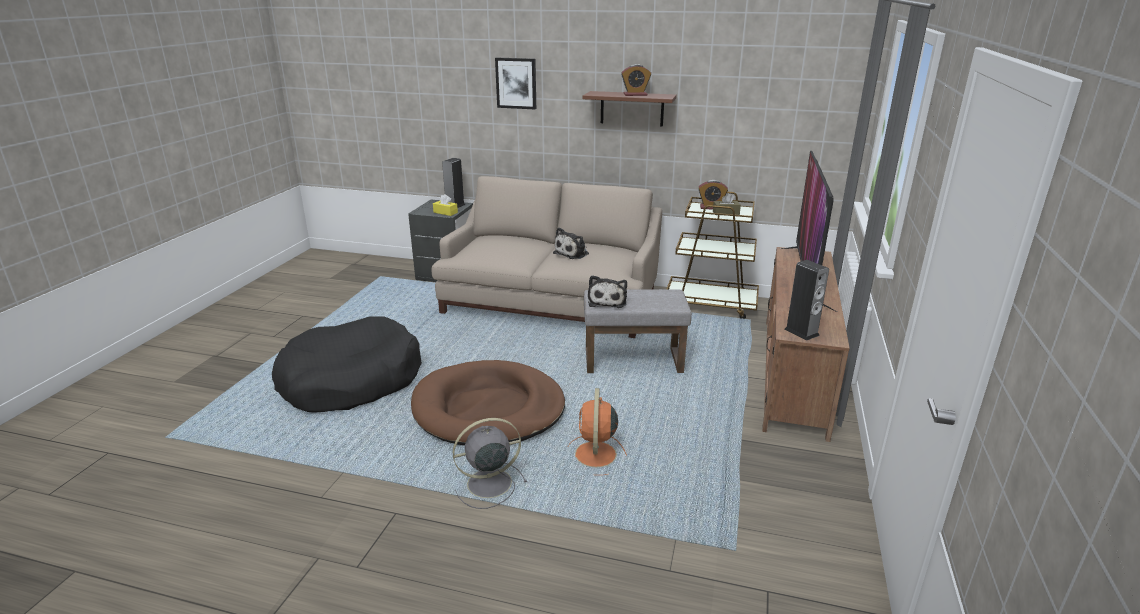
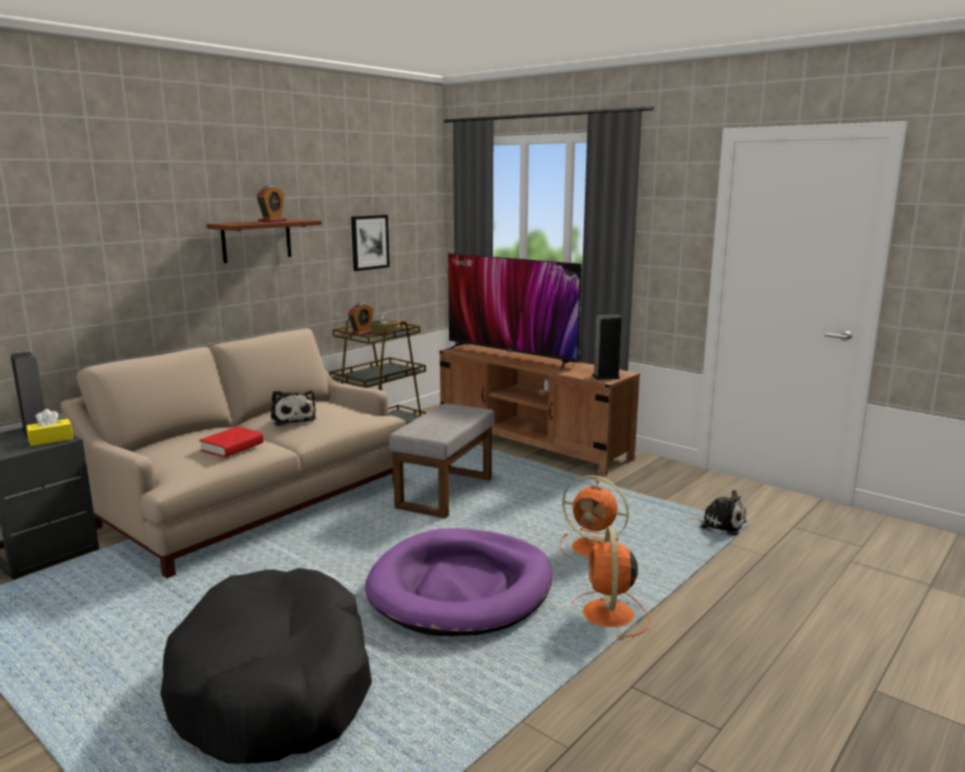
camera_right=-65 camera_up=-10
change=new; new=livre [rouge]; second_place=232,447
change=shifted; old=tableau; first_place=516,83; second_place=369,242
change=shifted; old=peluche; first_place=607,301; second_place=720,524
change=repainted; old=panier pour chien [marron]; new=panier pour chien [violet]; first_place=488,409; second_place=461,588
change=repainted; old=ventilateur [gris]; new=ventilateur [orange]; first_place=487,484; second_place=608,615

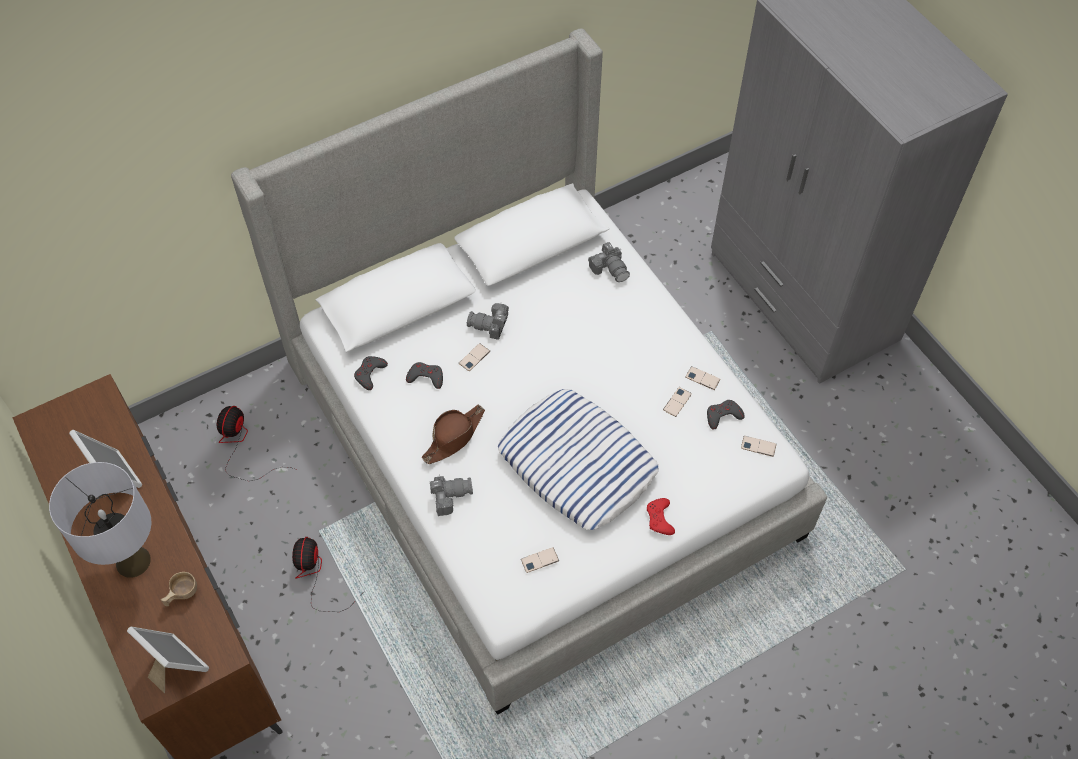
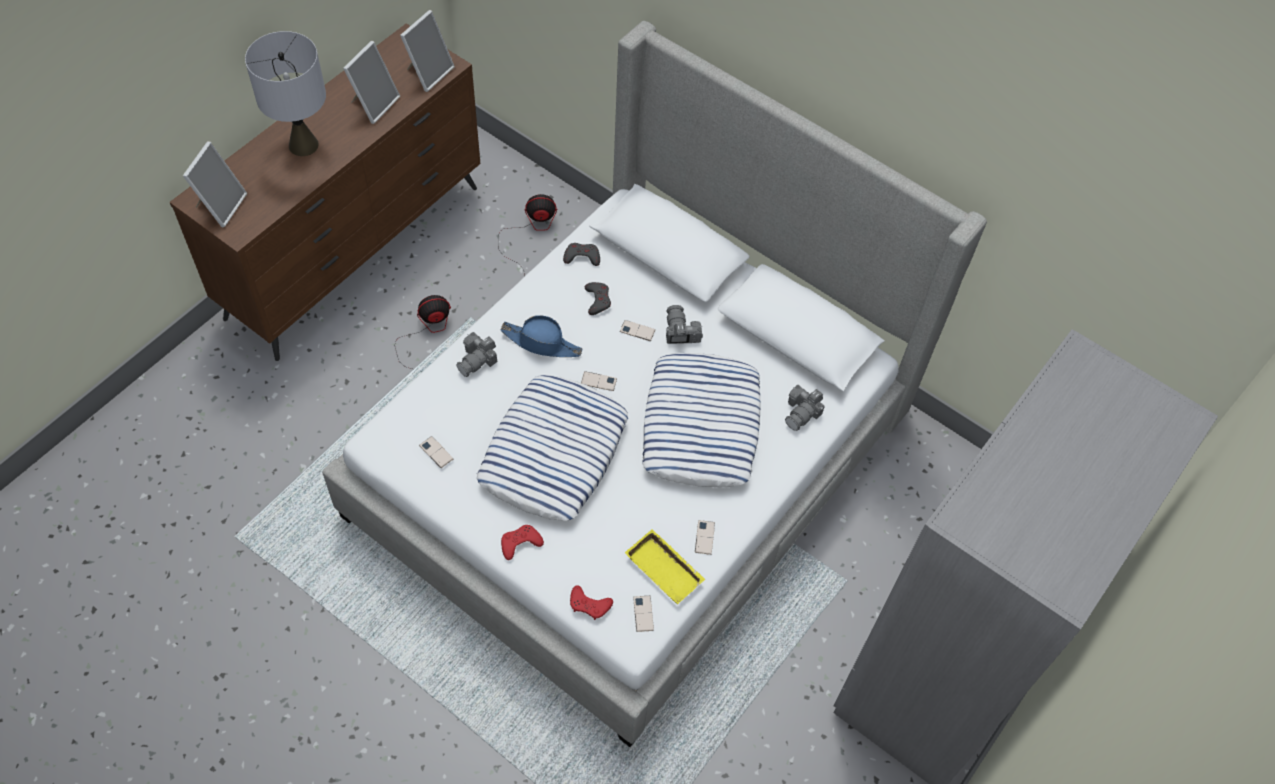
camera_right=65 camera_up=0
change=gone; old=tasse [beige]; first_place=181,595
change=new; new=cadre photo; second_place=428,72
change=new; new=manette [rouge]; second_place=589,605
change=new; new=coussin; second_place=701,426
change=shifted; old=téléphone; first_place=677,402; second_place=598,381
change=swapped; old=manette [gris]; new=plateau [jaune]; first_place=723,416; second_place=666,569
change=repainted; old=chapeau [marron]; new=chapeau [bleu]; first_place=454,436; second_place=542,343
change=rotated; old=appareil photo; first_place=449,496; second_place=477,360; degrees=75

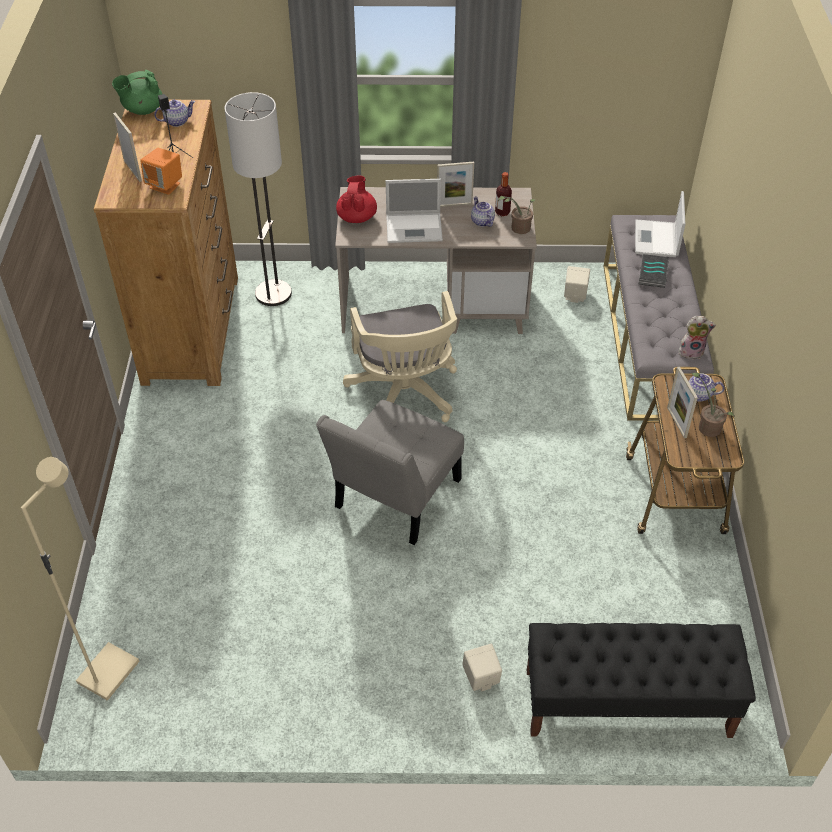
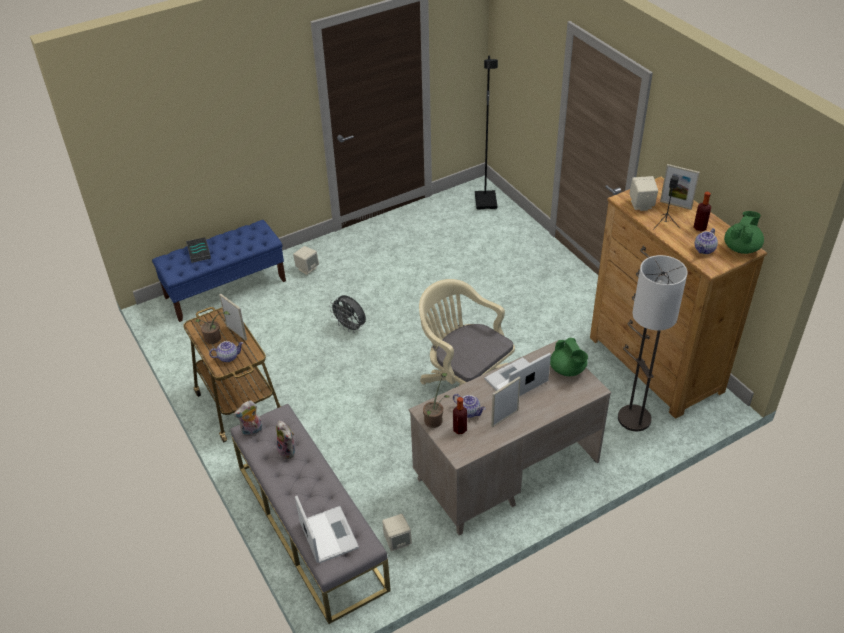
camera_right=150 camera_up=-5
change=gone; old=chaise [gris]; first_place=394,498
change=new; new=peluche; second_place=288,451
change=new; new=ventilateur [gris]; second_place=350,327
change=new; new=bouteille; second_place=699,227
change=shifted; old=livre; first_place=653,274; second_place=198,252
change=repainted; old=lampadaire [beige]; new=lampadaire [noir]; first_place=108,671; second_place=486,201
change=repainted; old=enceinte [orange]; new=enceinte [beige]; first_place=165,185; second_place=641,205
change=repainted; old=théière [rouge]; new=théière [vert]; first_place=357,217; second_place=568,370
change=repainted; old=banc [noir]; new=banc [bleu]; first_place=626,703; second_place=226,289

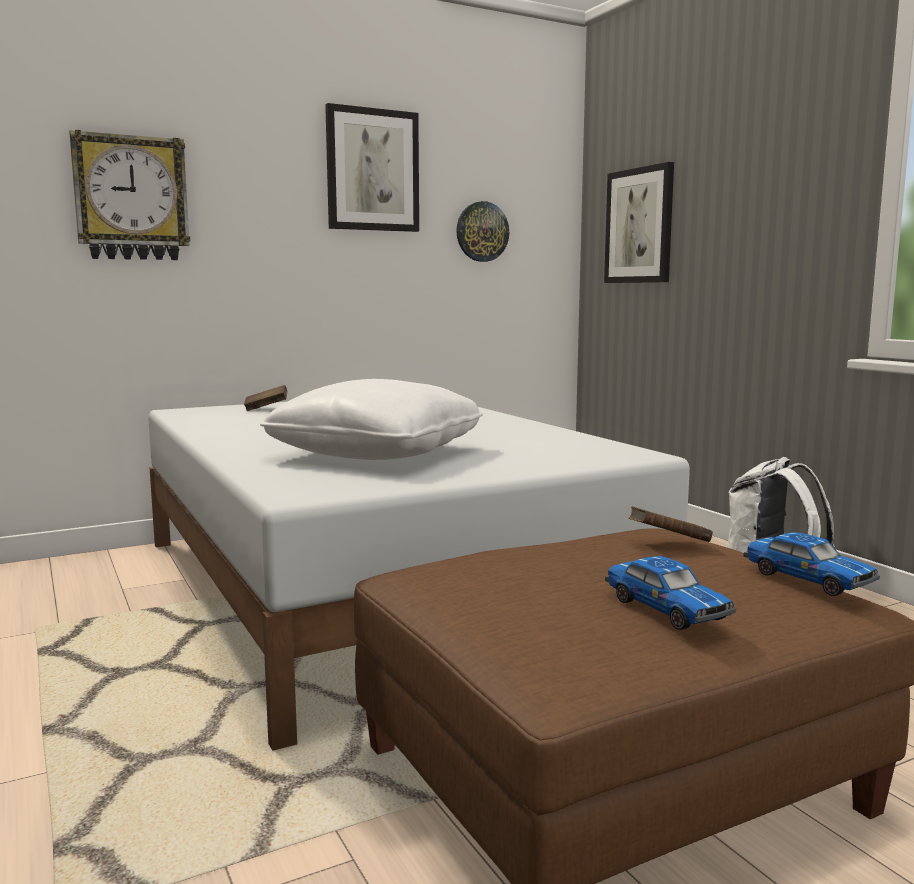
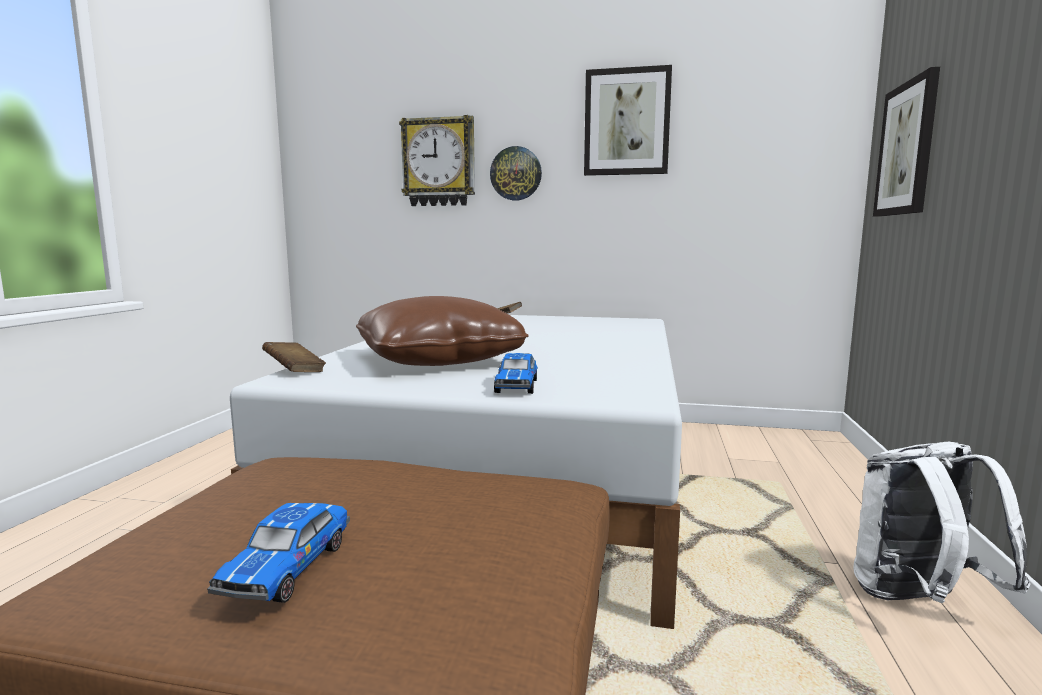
camera_right=40 camera_up=0
change=shifted; old=horloge murale; first_place=482,231; second_place=516,173
change=shifted; old=livre [marron]; first_place=668,543; second_place=295,371
change=shifted; old=petite voiture; first_place=807,579; second_place=517,385
change=repainted; old=coussin [blanc]; new=coussin [marron]; first_place=377,454; second_place=438,360

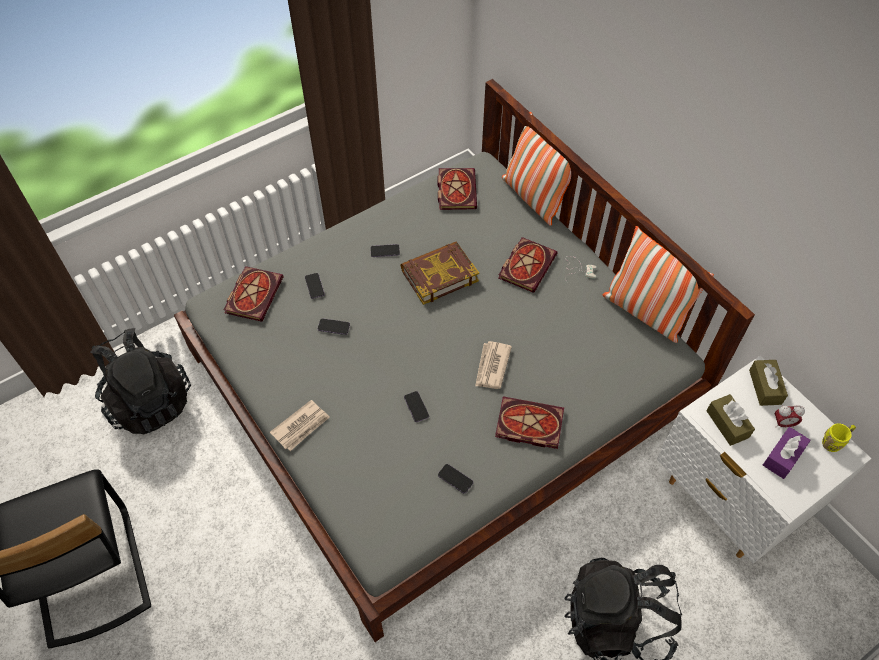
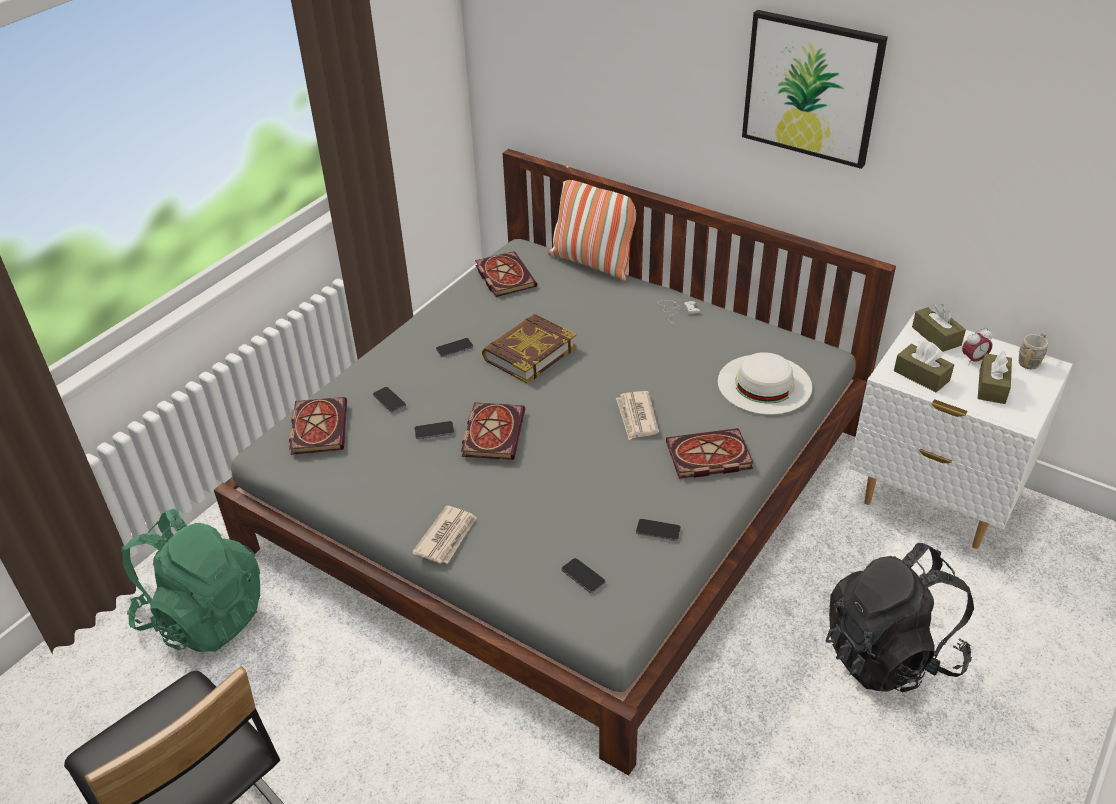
camera_right=-20 camera_up=-15
change=gone; old=coussin; first_place=644,312
change=new; new=chapeau [blanc]; second_place=764,384
change=new; new=tableau; second_place=811,88
change=shifted; old=téléphone; first_place=416,407; second_place=583,576
change=shifted; old=livre; first_place=526,265; second_place=492,432
change=repainted; old=sac à dos [noir]; new=sac à dos [vert]; first_place=149,401; second_place=204,616
change=repainted; old=boîte à mouchoirs [violet]; new=boîte à mouchoirs [marron]; first_place=783,457; second_place=992,386
change=repainted; old=mug [jaune]; new=mug [gris]; first_place=834,442; second_place=1030,361

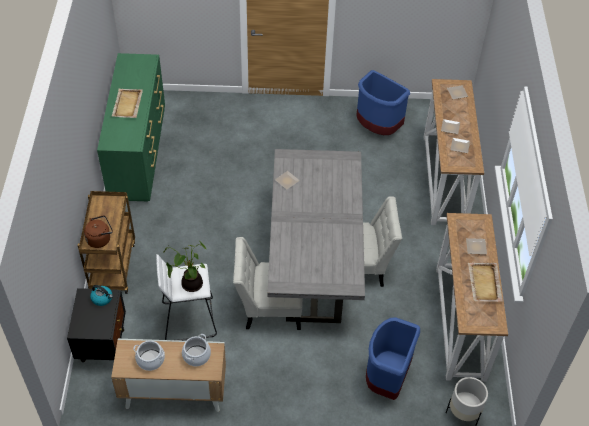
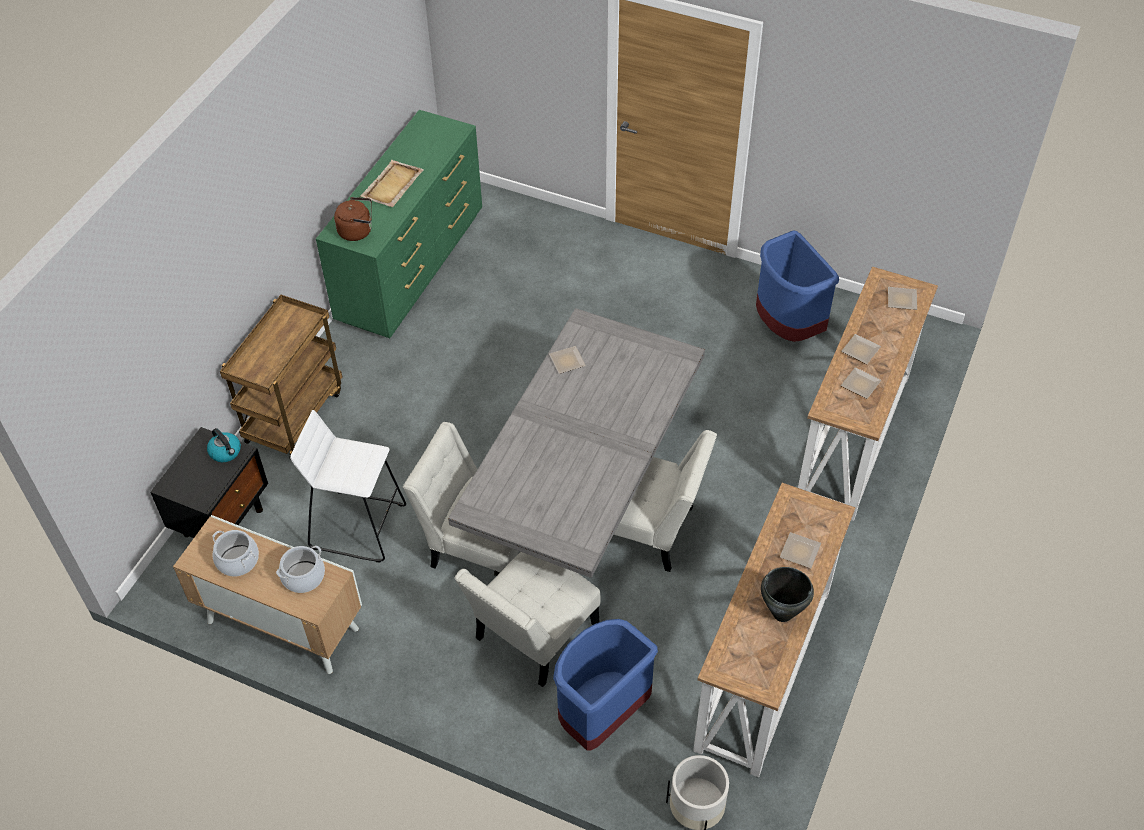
camera_right=25 camera_up=0
change=gone; old=plante en pot; first_place=190,284
change=new; new=chaise [blanc]; second_place=532,636
change=shifted; old=bouilloire [marron]; first_place=100,239; second_place=357,231
change=swapped; old=plateau [beige]; new=marmite [noir]; first_place=484,283; second_place=782,614

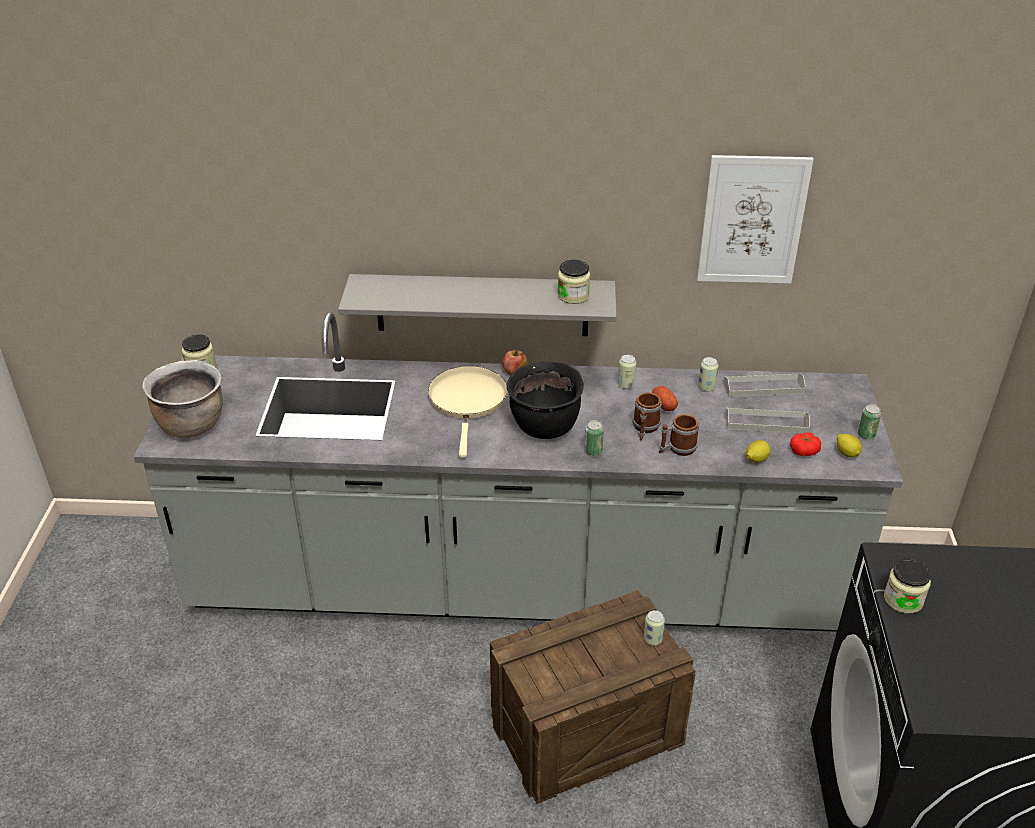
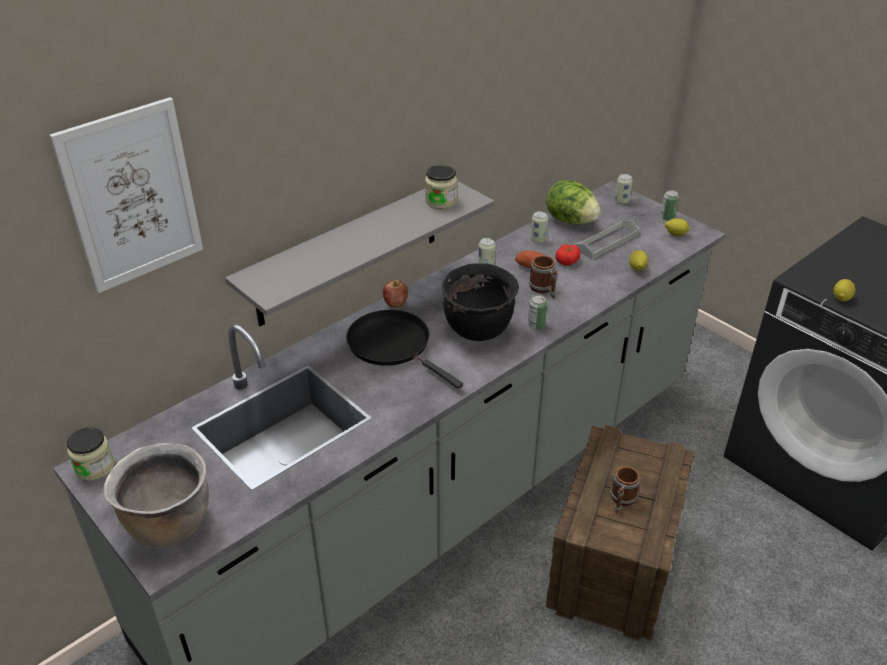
camera_right=-45 camera_up=0
change=shifted; old=boîte métallique; first_place=652,639; second_place=621,201
change=shifted; old=mug; first_place=677,449; second_place=621,500
change=shifted; old=tableau; first_place=752,220; second_place=132,196
change=shifted; old=tomate; first_place=804,451; second_place=567,260
change=swapped; old=plateau [gris]; new=laitue; first_place=763,388; second_place=570,221
change=swapped; old=bocal; new=citron; first_place=903,599; second_place=841,298
change=repainted; old=poêle [beige]; new=poêle [noir]; first_place=468,401; second_place=393,345

